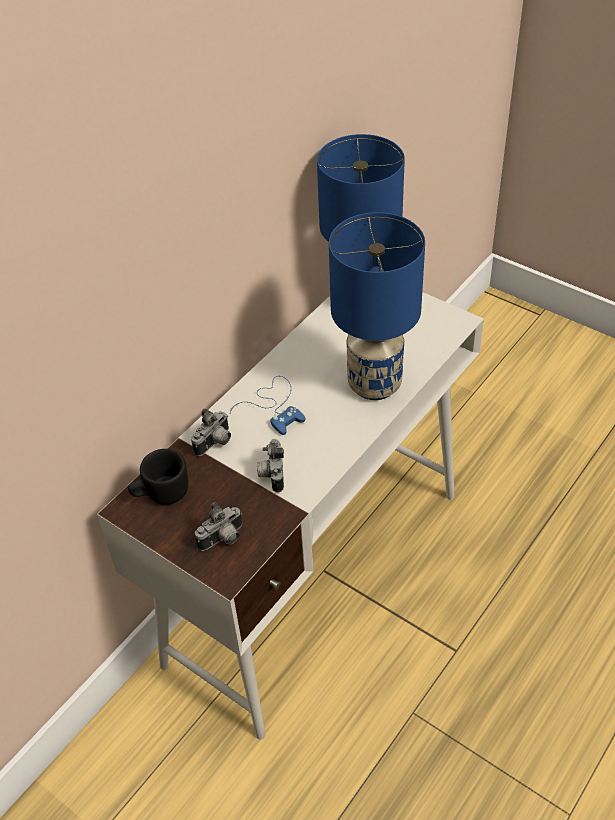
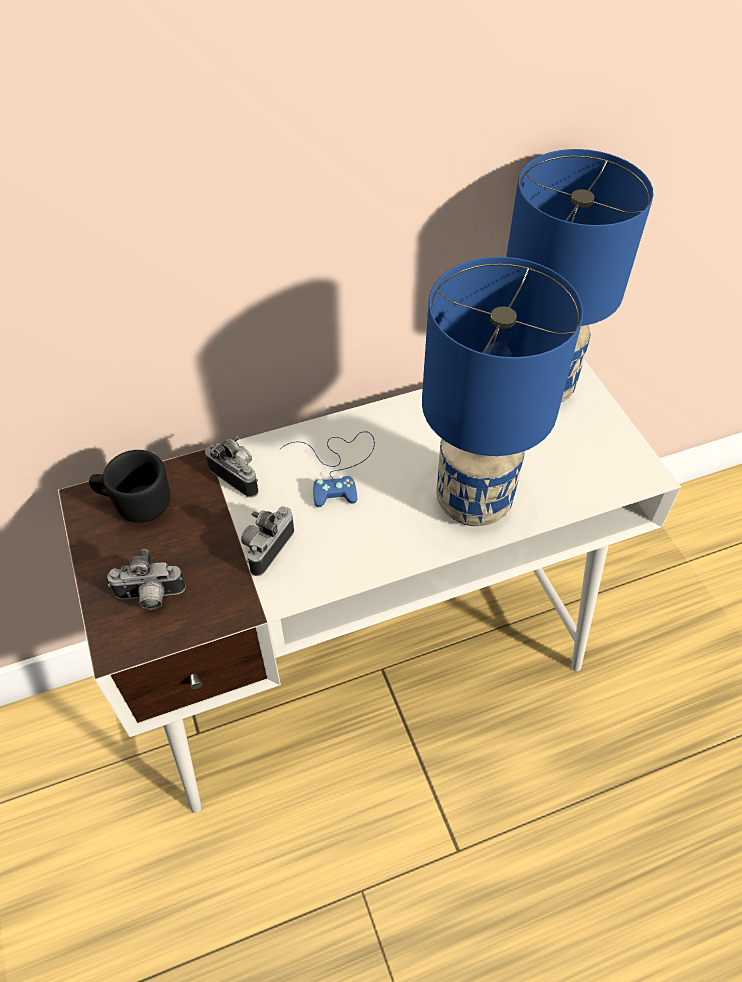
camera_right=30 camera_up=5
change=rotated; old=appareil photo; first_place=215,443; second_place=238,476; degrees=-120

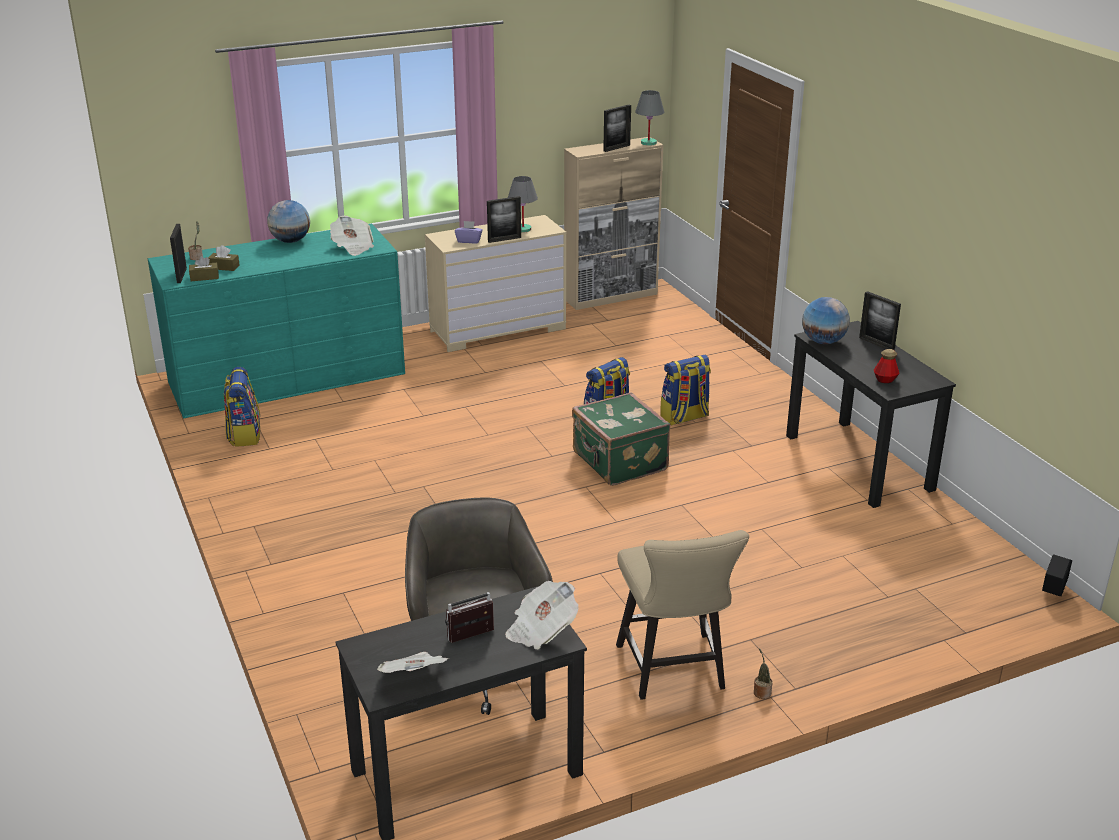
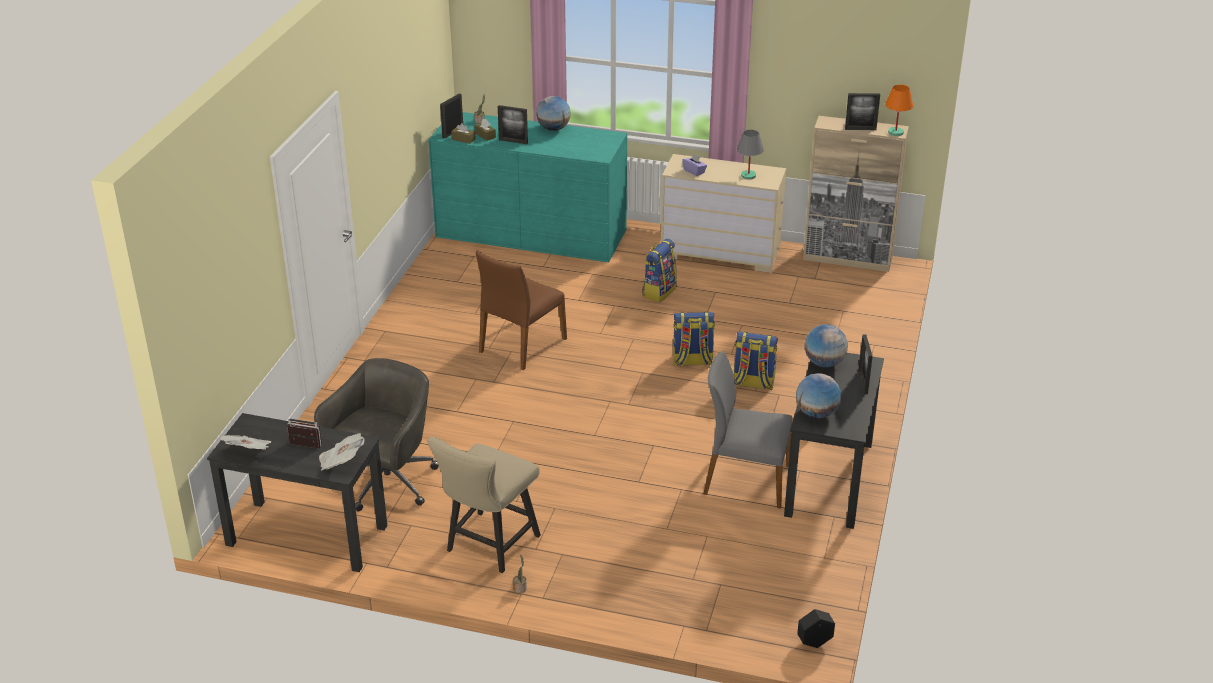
camera_right=40 camera_up=5
change=gone; old=journal; first_place=353,247
change=gone; old=valise [vert]; first_place=618,462
change=new; new=chaise [marron]; second_place=521,345
change=new; new=chaise [gris]; second_place=745,480
change=shifted; old=sac à dos; first_place=244,435; second_place=658,291
change=shifted; old=cadre photo; first_place=504,239; second_place=513,141
change=swapped; old=bouteille; new=globe; first_place=885,380; second_place=816,413
change=repainted; old=lampe de table [gris]; new=lampe de table [orange]; first_place=649,143; second_place=896,132

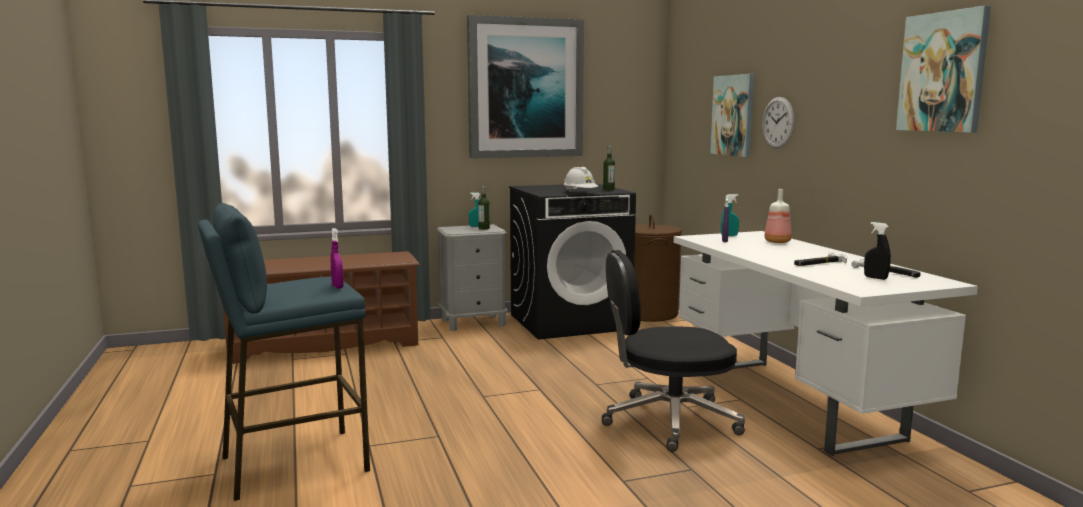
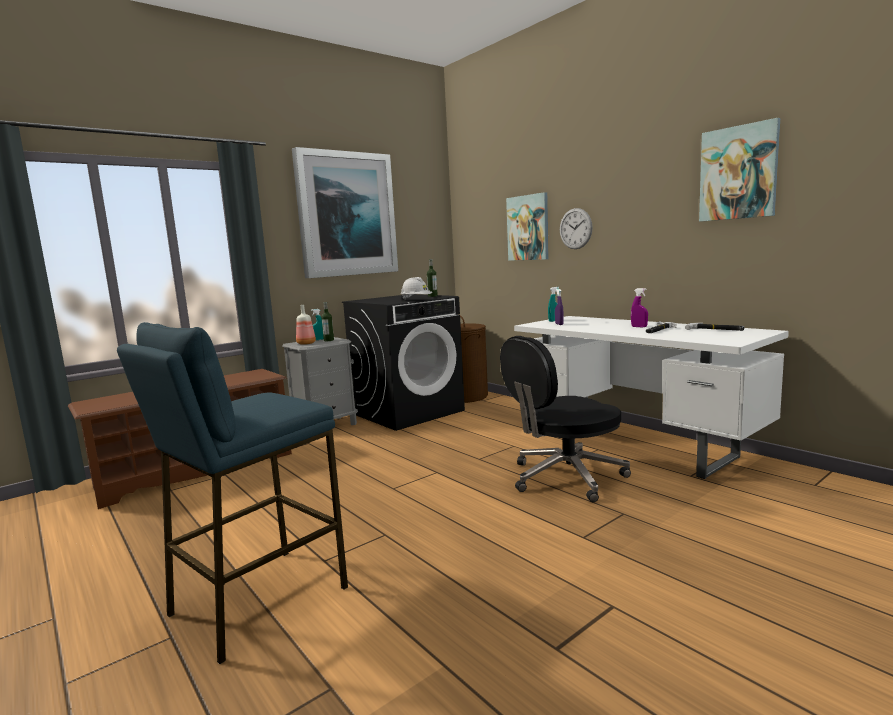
camera_right=-20 camera_up=0
change=gone; old=vaporisateur [noir]; first_place=875,278
change=shifted; old=vaporisateur [violet]; first_place=337,287; second_place=639,327
change=shifted; old=bouteille; first_place=777,241; second_place=306,343

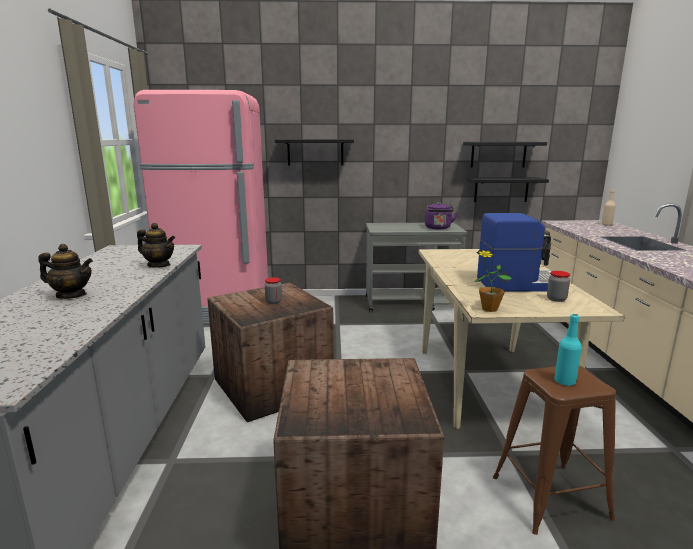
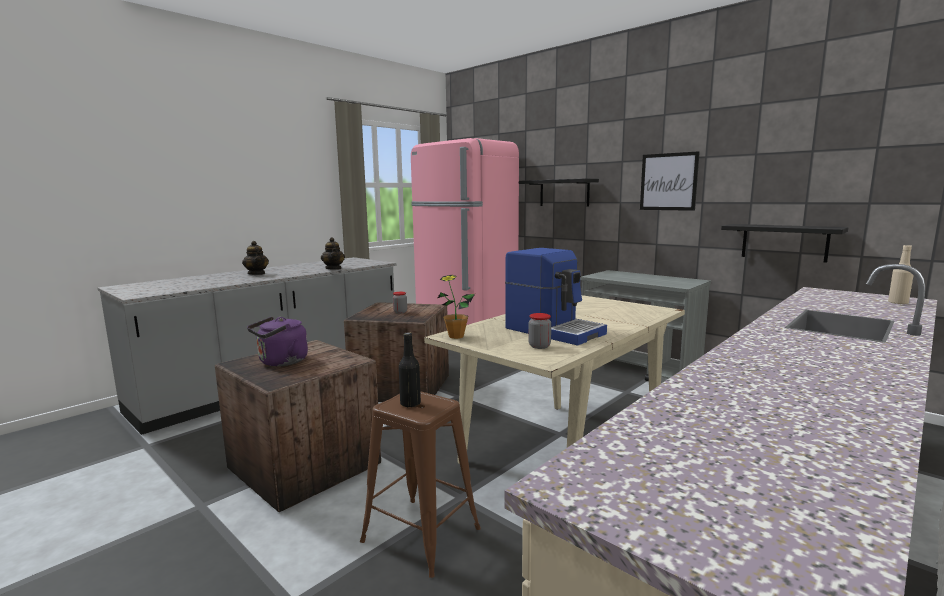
camera_right=45 camera_up=-5
change=gone; old=étagère [noir]; first_place=498,154
change=new; new=tableau; second_place=668,182
change=shifted; old=bouilloire [violet]; first_place=438,228; second_place=281,362
change=repainted; old=bouteille [turquoise]; new=bouteille [noir]; first_place=564,381; second_place=410,404

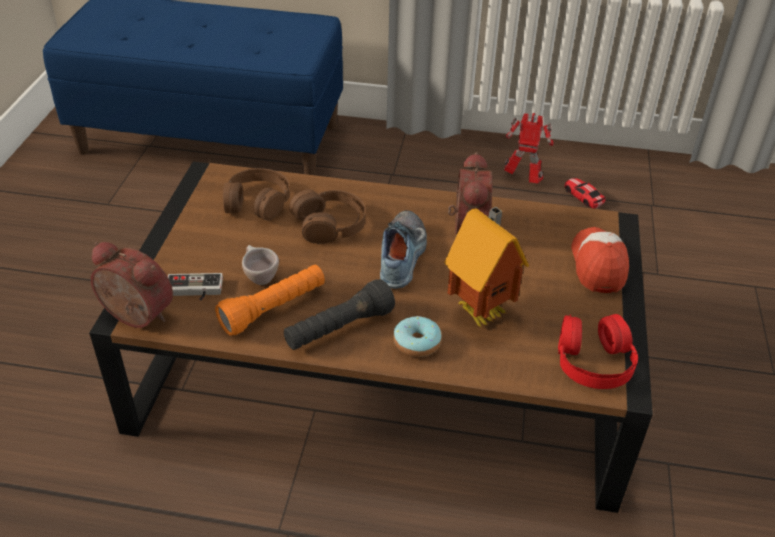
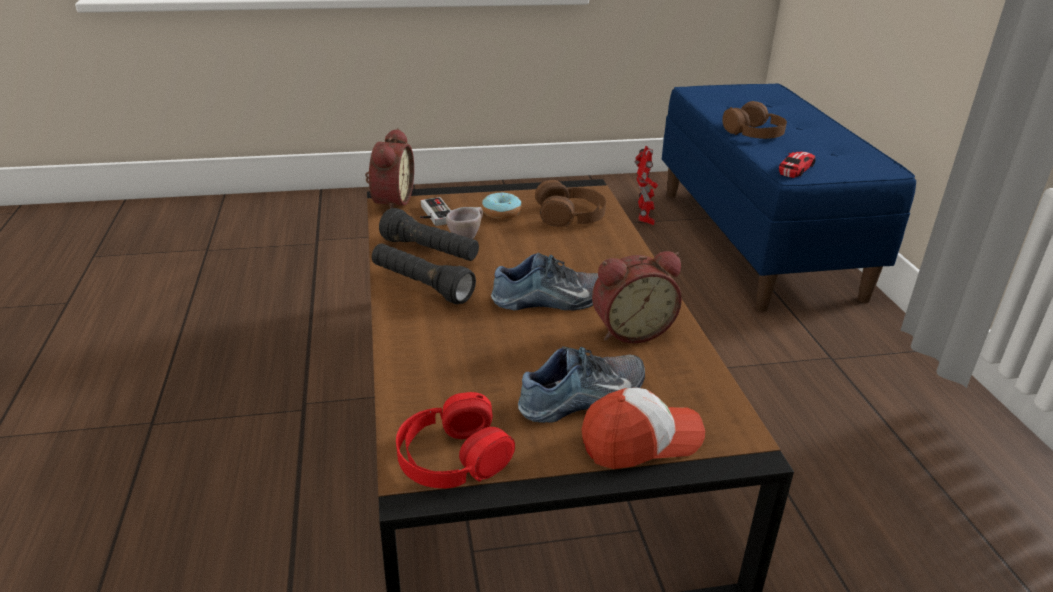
camera_right=70 camera_up=-10
change=gone; old=maison miniature; first_place=482,311
change=new; new=chaussure; second_place=584,399
change=shifted; old=casque audio [marron]; first_place=330,224; second_place=754,132
change=shifted; old=beignet; first_place=417,343; second_place=501,213
change=shifted; old=robot jouet; first_place=523,180; second_place=644,218
change=shifted; old=petite voiture; first_place=583,196; second_place=795,168
change=repainted; old=lampe de poche [orange]; new=lampe de poche [noir]; first_place=274,309; second_place=430,251

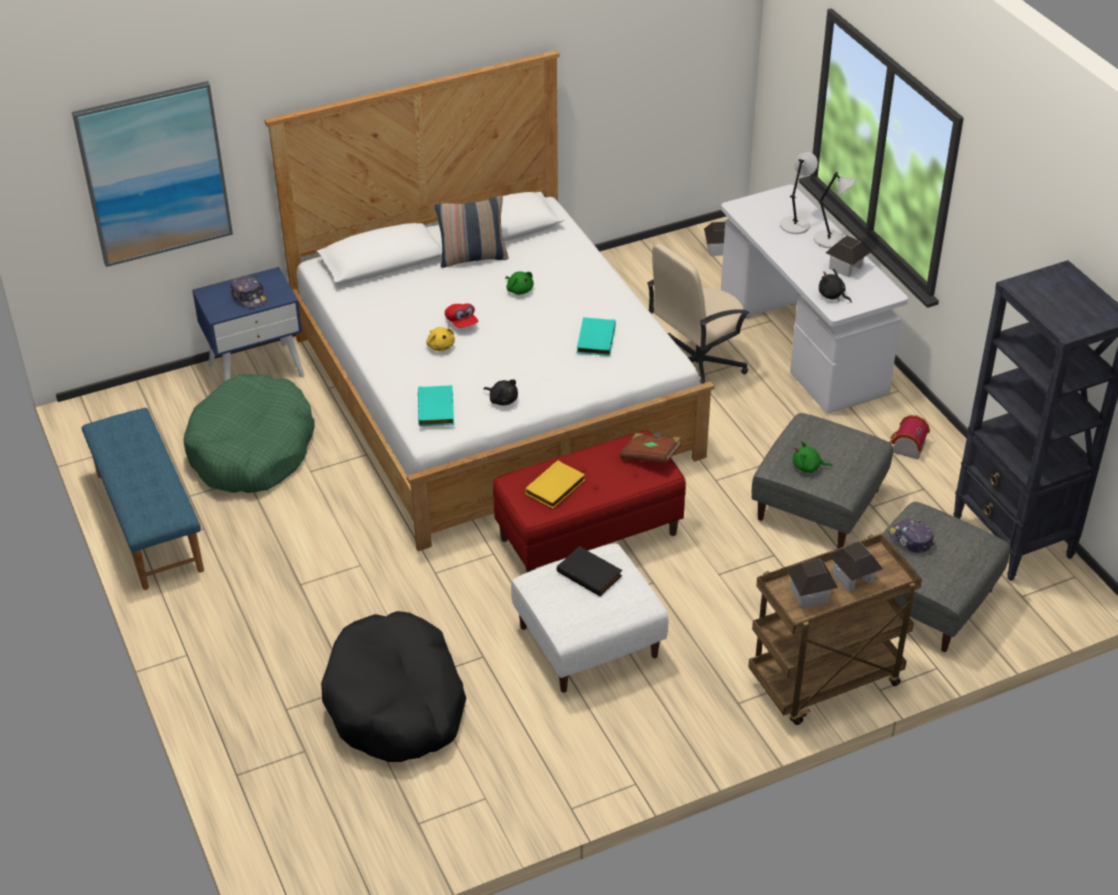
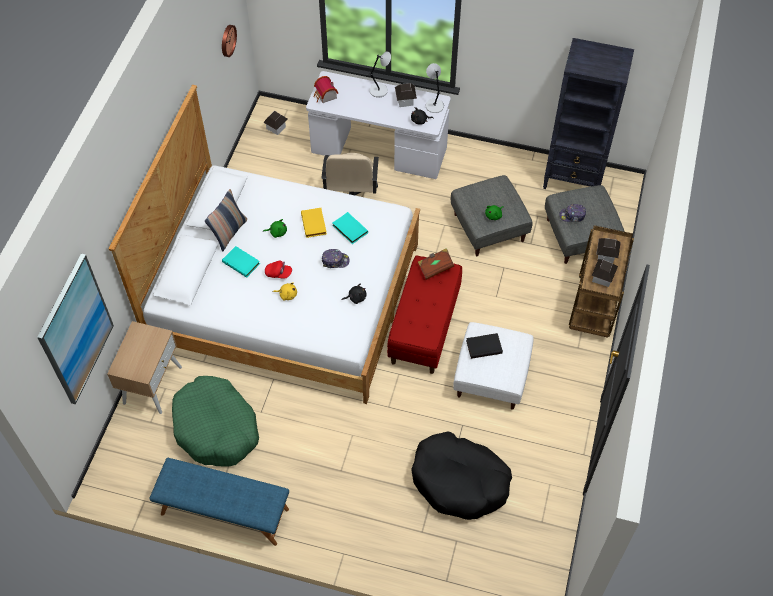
camera_right=-50 camera_up=15
change=new; new=horloge murale; second_place=227,40
change=shifted; old=casquette; first_place=249,297; second_place=335,261
change=shifted; old=livre [turquoise]; first_place=437,409; second_place=242,262
change=shifted; old=livre [jaune]; first_place=556,488; second_place=314,224
change=shifted; old=lampe de table [gris]; first_place=795,224; second_place=434,105
change=shifted; old=maison miniature; first_place=906,448; second_place=325,96
change=repainted; old=table de chevet [bleu]; new=table de chevet [beige]; first_place=257,370; second_place=152,384

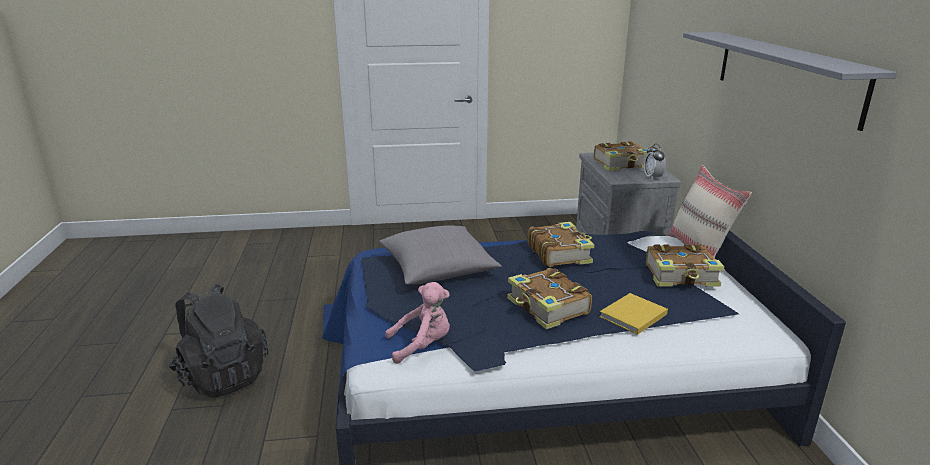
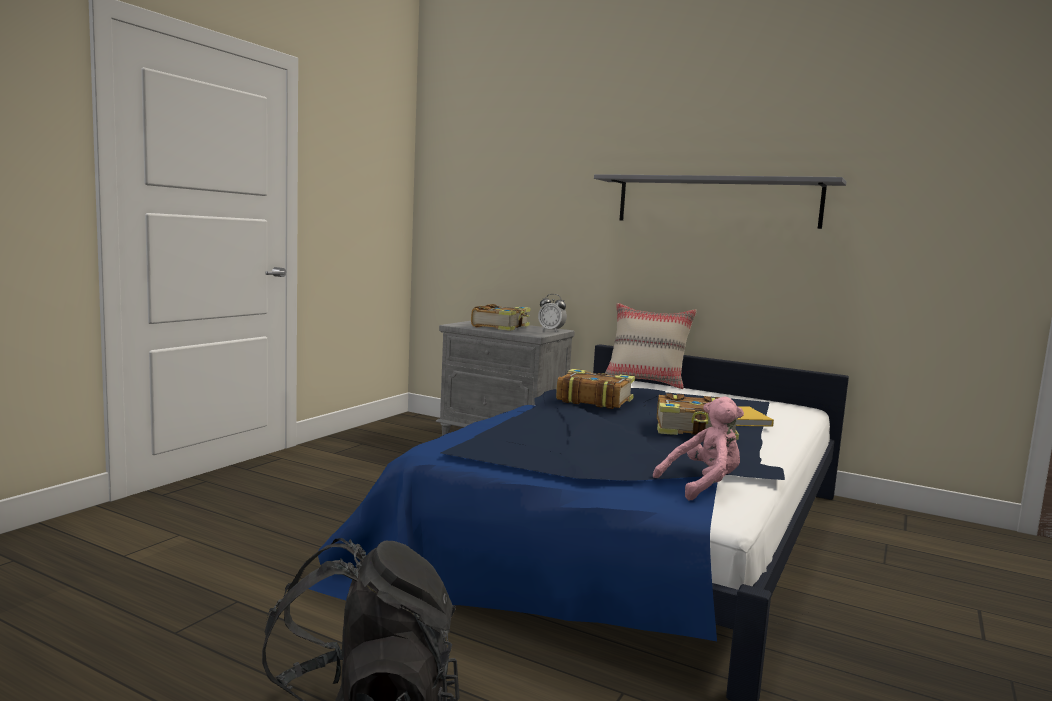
camera_right=-55 camera_up=-15
change=gone; old=coussin [gris]; first_place=438,269
change=gone; old=livre; first_place=682,276
change=rotated; old=peluche [rose]; first_place=422,346; second_place=703,486; degrees=45

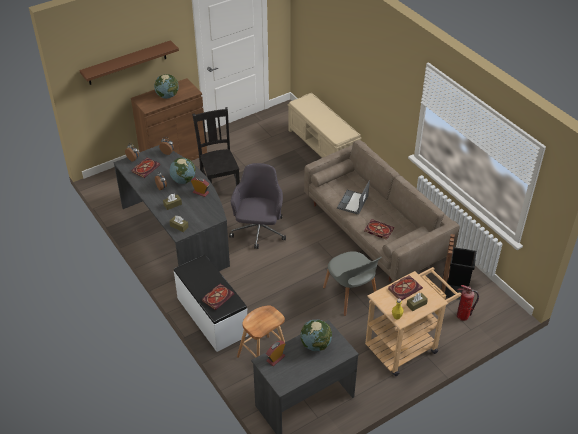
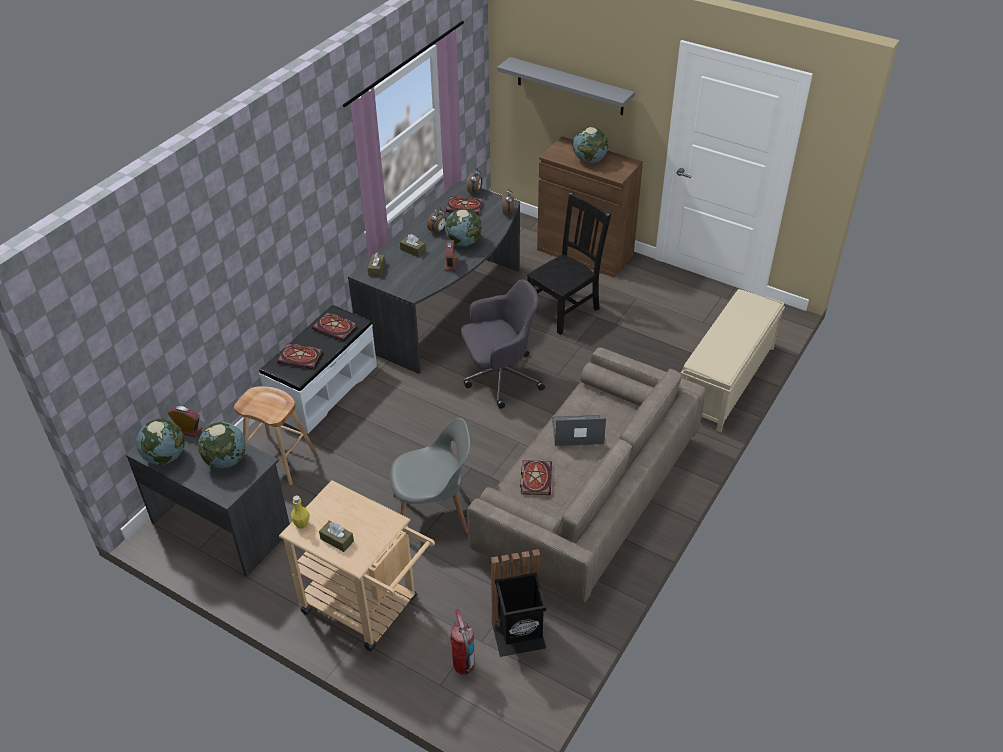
camera_right=65 camera_up=0
change=new; new=globe; second_place=165,457
change=shifted; old=livre; first_place=405,288; second_place=336,328
change=repainted; old=étagère [marron]; new=étagère [gris]; first_place=127,63; second_place=570,86
change=rotated; old=chaise [gris]; first_place=350,295; second_place=433,513; degrees=-135

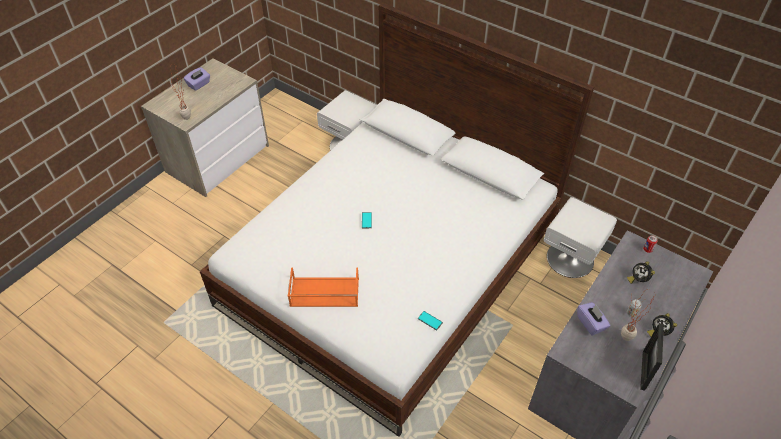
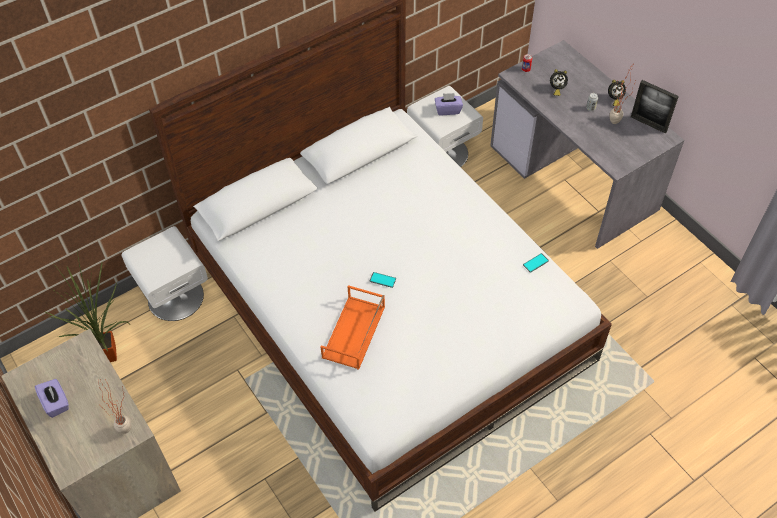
camera_right=-70 camera_up=5
change=new; new=plante en pot; second_place=113,356
change=shifted; old=plateau [orange]; first_place=324,293; second_place=354,333
change=shifted; old=boîte à mouchoirs [violet]; first_place=591,323; second_place=448,110

